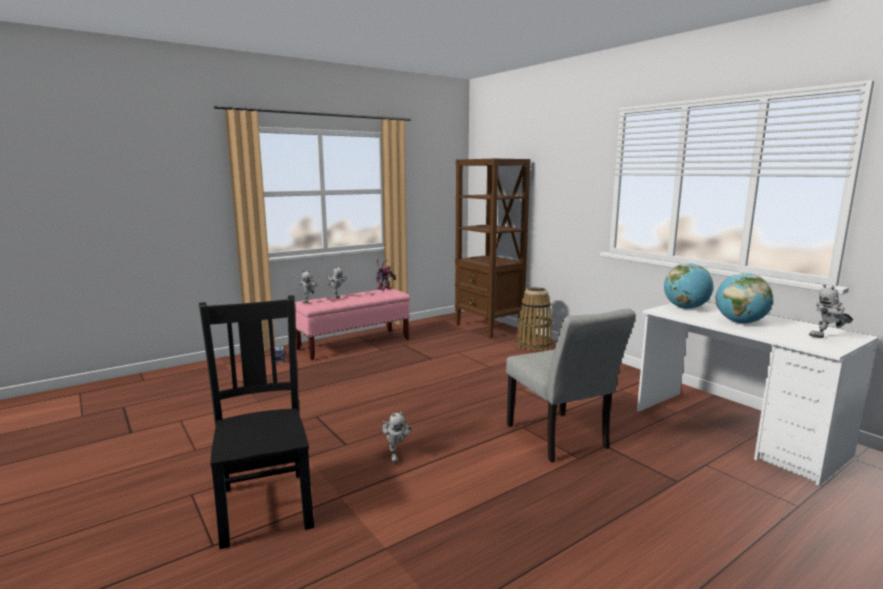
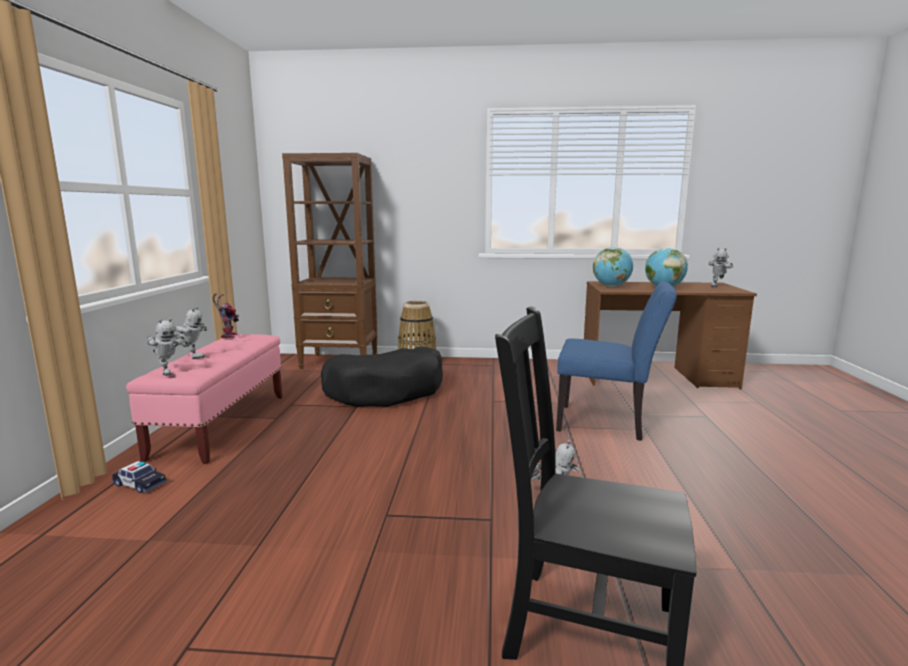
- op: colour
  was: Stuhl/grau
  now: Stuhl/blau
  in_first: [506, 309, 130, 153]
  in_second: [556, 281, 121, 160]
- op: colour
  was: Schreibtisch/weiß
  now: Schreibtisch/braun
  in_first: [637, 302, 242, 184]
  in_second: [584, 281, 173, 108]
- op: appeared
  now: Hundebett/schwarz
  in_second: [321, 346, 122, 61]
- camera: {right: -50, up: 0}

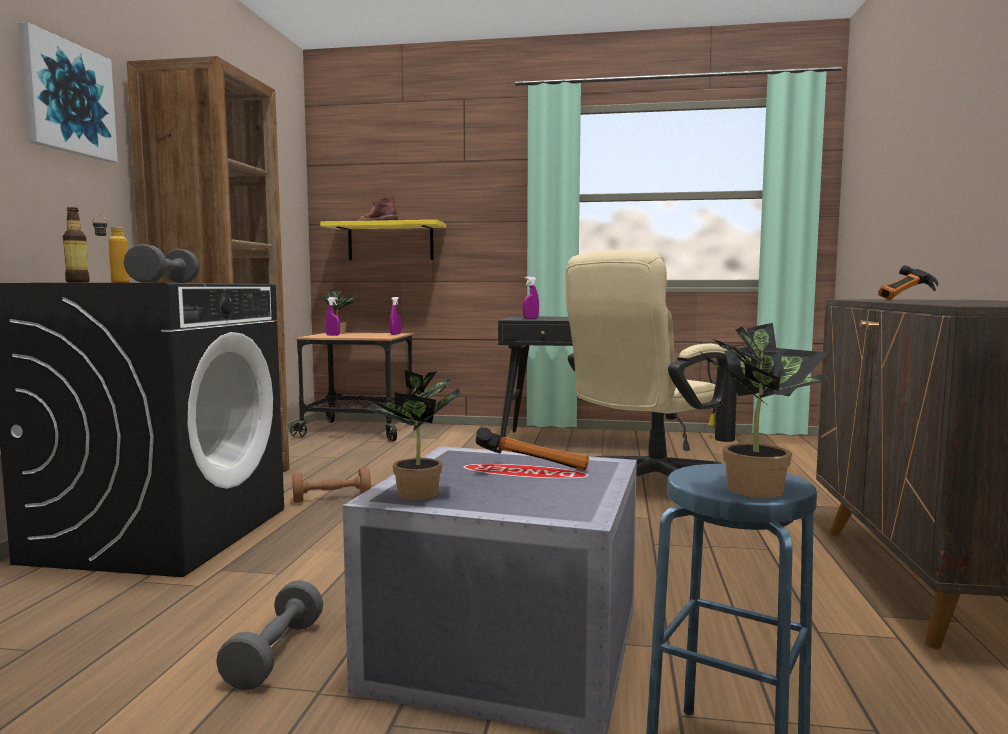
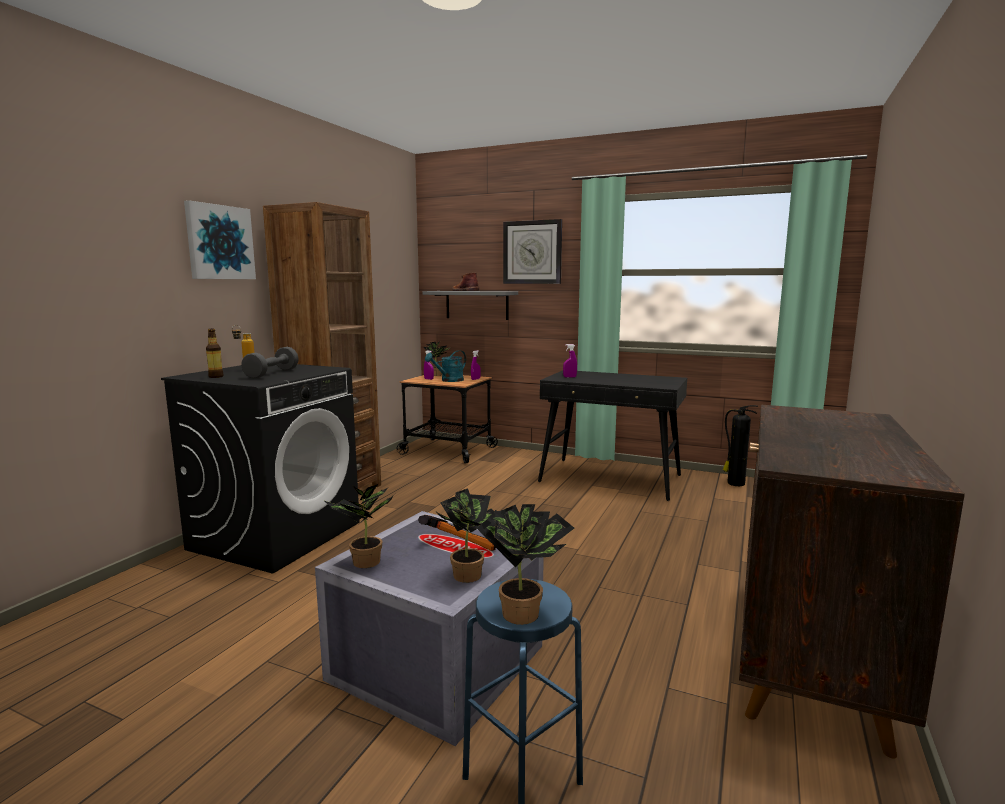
- op: missing
  was: Hantel/grau
  in_first: [216, 580, 107, 110]
- op: missing
  was: Hantel/braun
  in_first: [293, 467, 78, 36]
- op: colour
  was: Wandregal/gelb
  now: Wandregal/grau
  in_first: [320, 220, 126, 40]
  in_second: [423, 291, 95, 29]
- op: missing
  was: Bürostuhl/beige
  in_first: [566, 250, 162, 226]
- op: missing
  was: Hammer
  in_first: [878, 265, 61, 35]
- op: appeared
  now: Gießkanne/türkis
  in_second: [425, 350, 41, 32]
- op: appeared
  now: Topfpflanze
  in_second: [437, 488, 57, 95]
- op: appeared
  now: Wanduhr
  in_second: [503, 219, 59, 65]
- camera: {right: 15, up: 5}

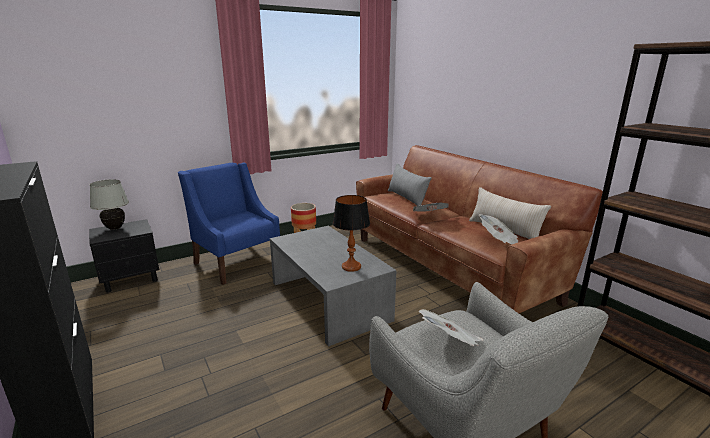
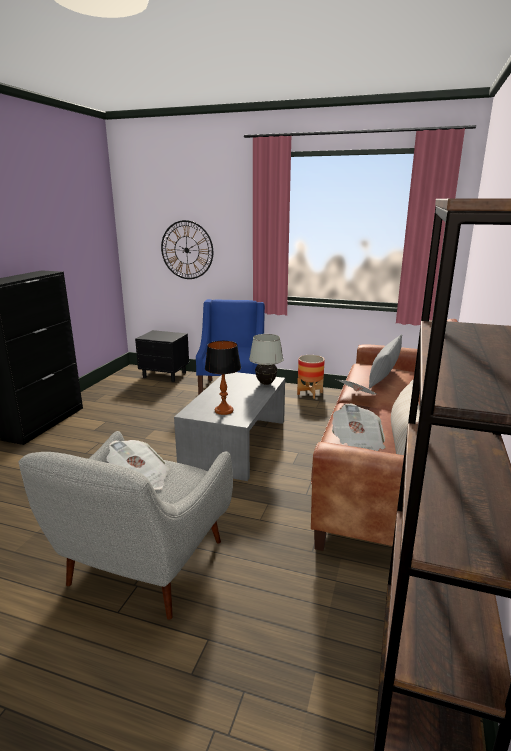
- op: relocated
  was: Tischlampe/weiß
  in_first: [90, 179, 39, 51]
  in_second: [249, 334, 35, 51]
- op: appeared
  now: Wanduhr
  in_second: [161, 220, 52, 59]
- camera: {right: 50, up: 0}

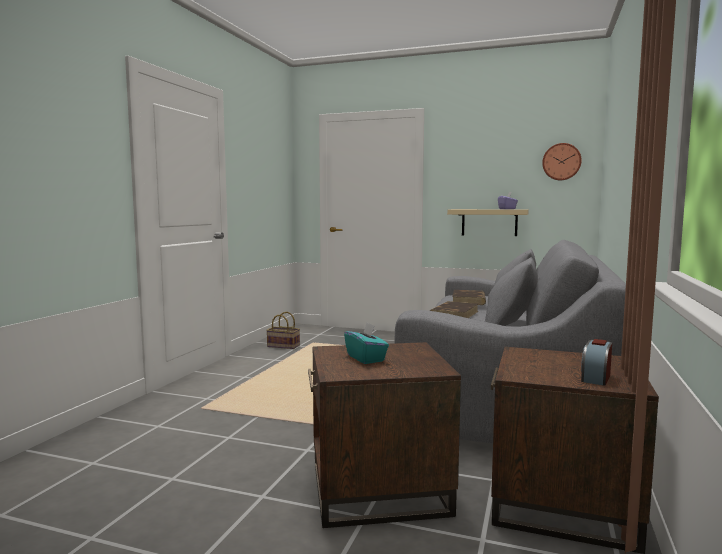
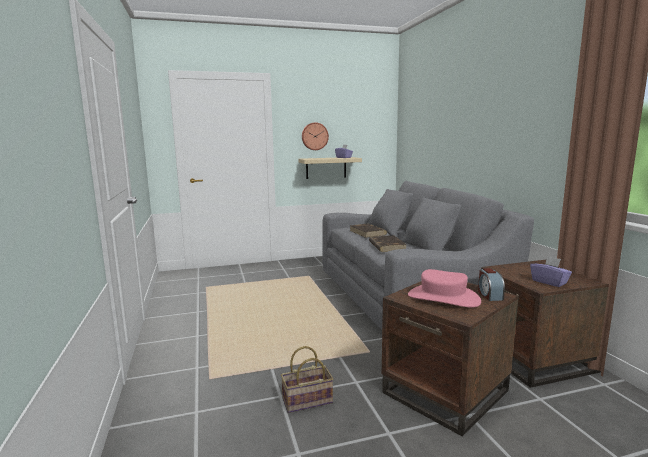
- op: relocated
  was: Korb
  in_first: [266, 312, 34, 37]
  in_second: [281, 346, 53, 67]
- op: exchanged
  was: Taschentuchbox/türkis
  now: Hut/rosa
  in_first: [344, 322, 45, 42]
  in_second: [408, 269, 73, 39]
- op: relocated
  was: Wanduhr
  in_first: [542, 143, 40, 37]
  in_second: [302, 122, 27, 28]
- op: relocated
  was: Wecker
  in_first: [581, 339, 31, 47]
  in_second: [478, 268, 27, 33]
- op: appeared
  now: Taschentuchbox/lila
  in_second: [530, 256, 42, 31]
- camera: {right: -35, up: 5}

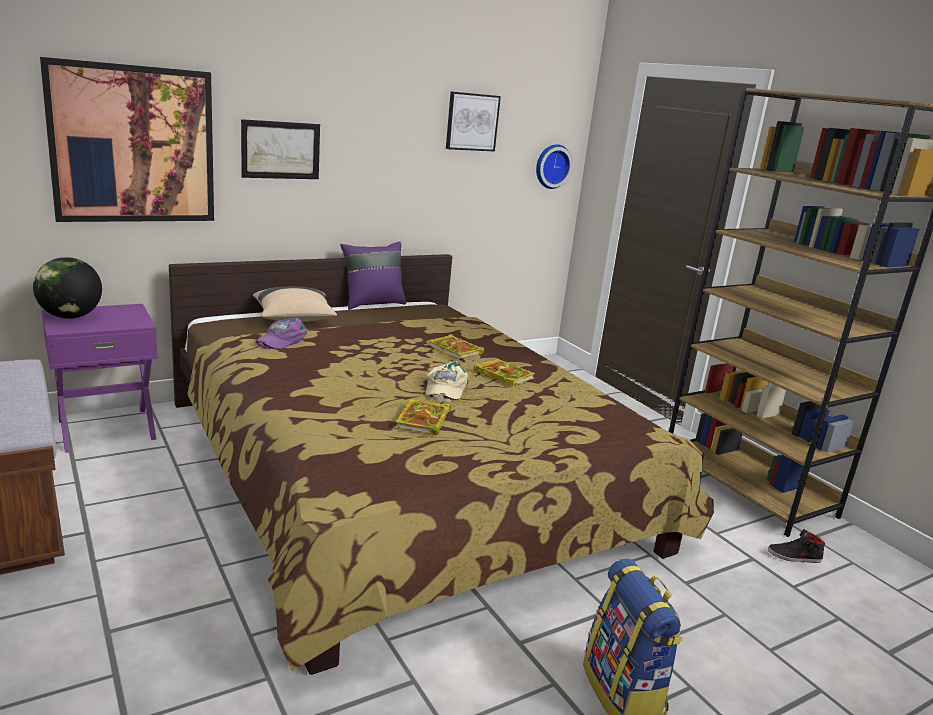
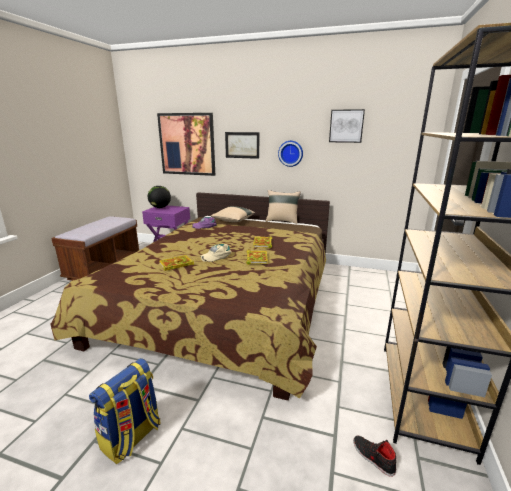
- op: colour
  was: Kissen/lila
  now: Kissen/beige
  in_first: [340, 241, 66, 69]
  in_second: [266, 190, 35, 34]
- op: relocated
  was: Wanduhr
  in_first: [536, 144, 37, 45]
  in_second: [278, 141, 25, 26]
- camera: {right: 50, up: 0}

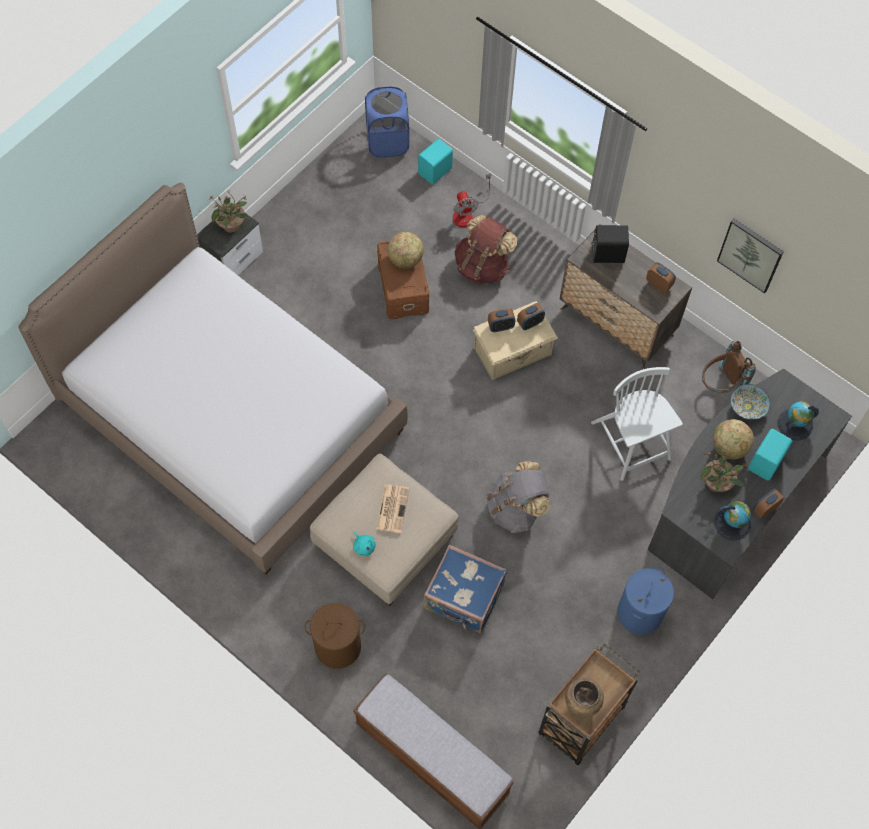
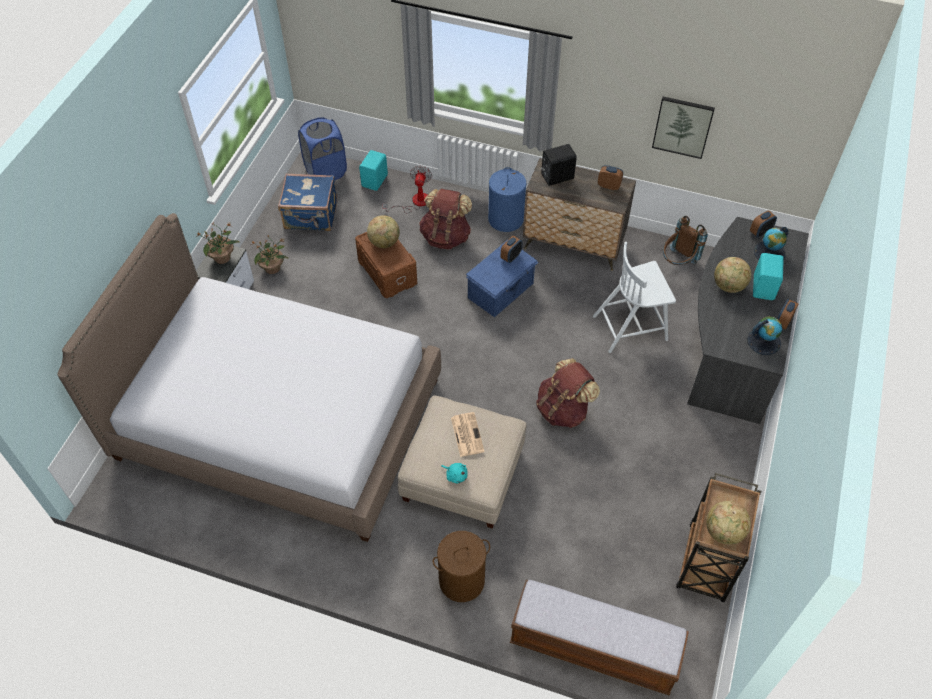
- op: relocated
  was: Koffer/blau
  in_first: [424, 545, 83, 88]
  in_second: [278, 174, 59, 57]
- op: spun
  was: Ventilator
  in_first: [453, 174, 38, 53]
  in_second: [382, 166, 50, 47]
  clockwise: -135
- op: colour
  was: Aufbewahrungsbox/beige
  now: Aufbewahrungsbox/blau
  in_first: [473, 301, 85, 79]
  in_second: [466, 241, 73, 76]
- op: colour
  was: Rucksack/grau
  now: Rucksack/braun
  in_first: [486, 461, 64, 72]
  in_second: [536, 358, 64, 70]
- op: relocated
  was: Wecker
  in_first: [488, 308, 27, 24]
  in_second: [750, 210, 27, 28]
- op: exchanged
  was: Vase/braun
  now: Globus
  in_first: [565, 678, 39, 40]
  in_second: [706, 501, 45, 44]
- op: spun
  was: Stuhl/weiß
  in_first: [591, 367, 92, 114]
  in_second: [593, 242, 83, 111]
  clockwise: -60
- op: relocated
  was: Wäschekorb/blau
  in_first: [617, 565, 57, 70]
  in_second: [488, 167, 38, 65]
- op: relocated
  was: Topfpflanze
  in_first: [701, 451, 47, 41]
  in_second: [251, 235, 38, 39]
- op: missing
  was: Schüssel
  in_first: [731, 384, 39, 35]
- camera: {right: -20, up: -10}

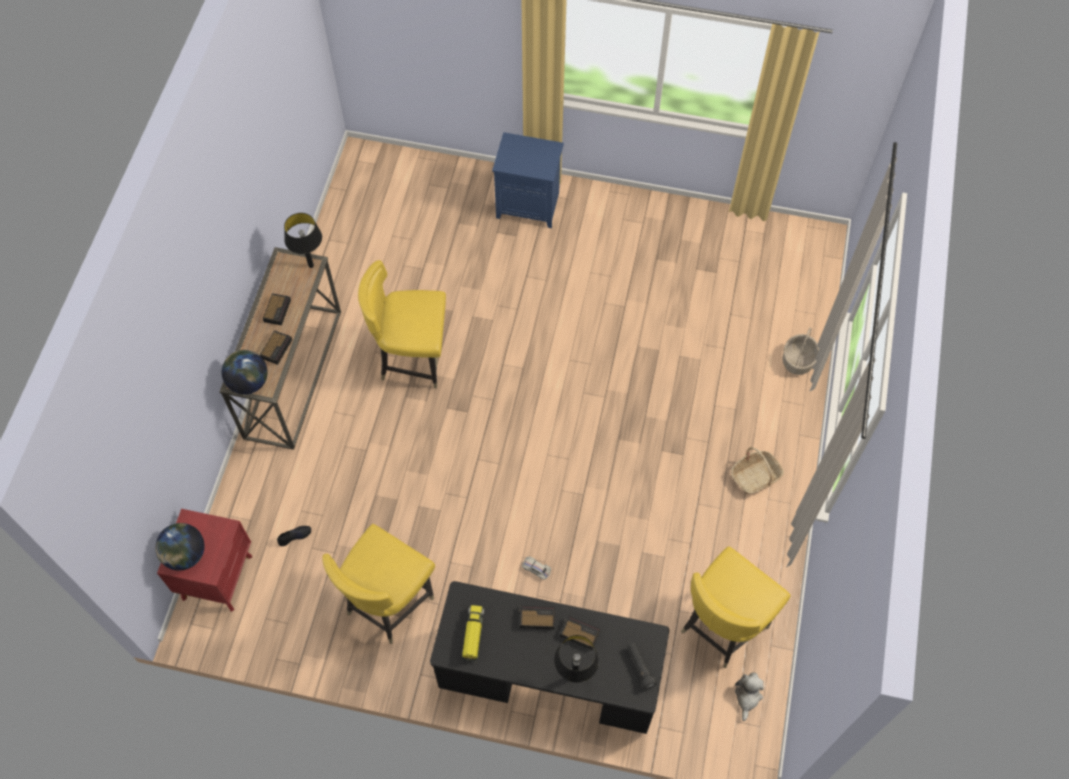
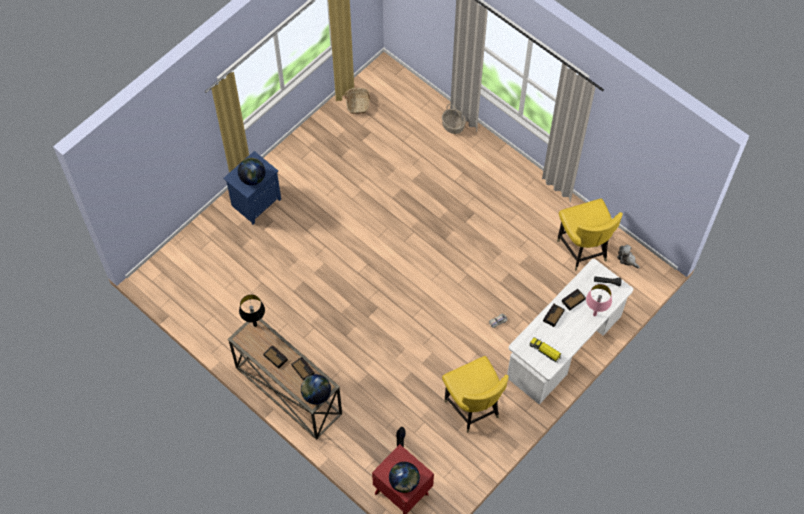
- op: missing
  was: Stuhl/gelb
  in_first: [358, 260, 88, 129]
- op: colour
  was: Schreibtisch/schwarz
  now: Schreibtisch/weiß
  in_first: [430, 581, 239, 153]
  in_second: [507, 259, 126, 146]
- op: colour
  was: Tischlampe/schwarz
  now: Tischlampe/rosa
  in_first: [554, 635, 45, 48]
  in_second: [586, 284, 26, 32]
- op: relocated
  was: Korb
  in_first: [731, 447, 53, 47]
  in_second: [345, 88, 25, 26]
- op: appeared
  now: Globus
  in_second: [238, 158, 27, 27]
- camera: {right: -60, up: 0}

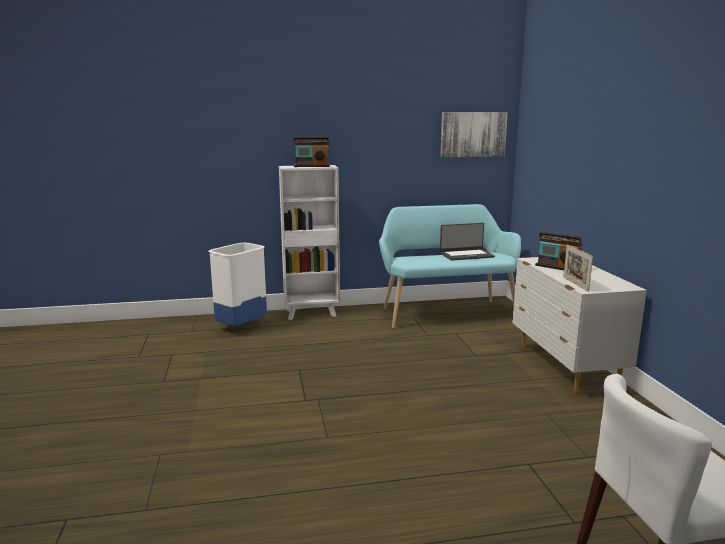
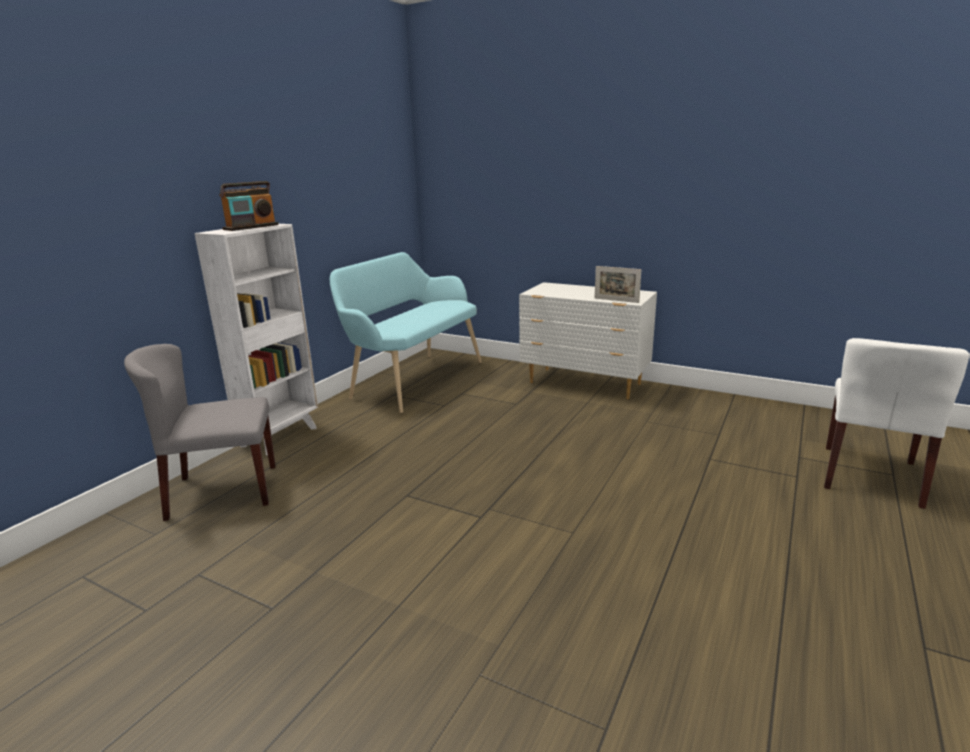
- op: exchanged
  was: Mülleimer/weiß
  now: Stuhl/grau
  in_first: [209, 243, 58, 83]
  in_second: [124, 344, 152, 177]
- op: missing
  was: Bild
  in_first: [440, 112, 68, 46]
- op: missing
  was: Laptop
  in_first: [440, 223, 55, 37]
- op: missing
  was: Radio
  in_first: [535, 232, 48, 38]
- camera: {right: -50, up: 5}

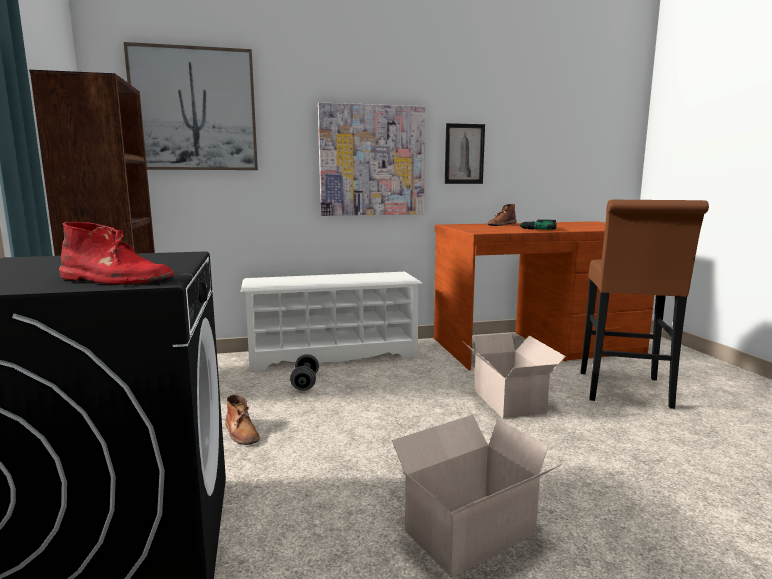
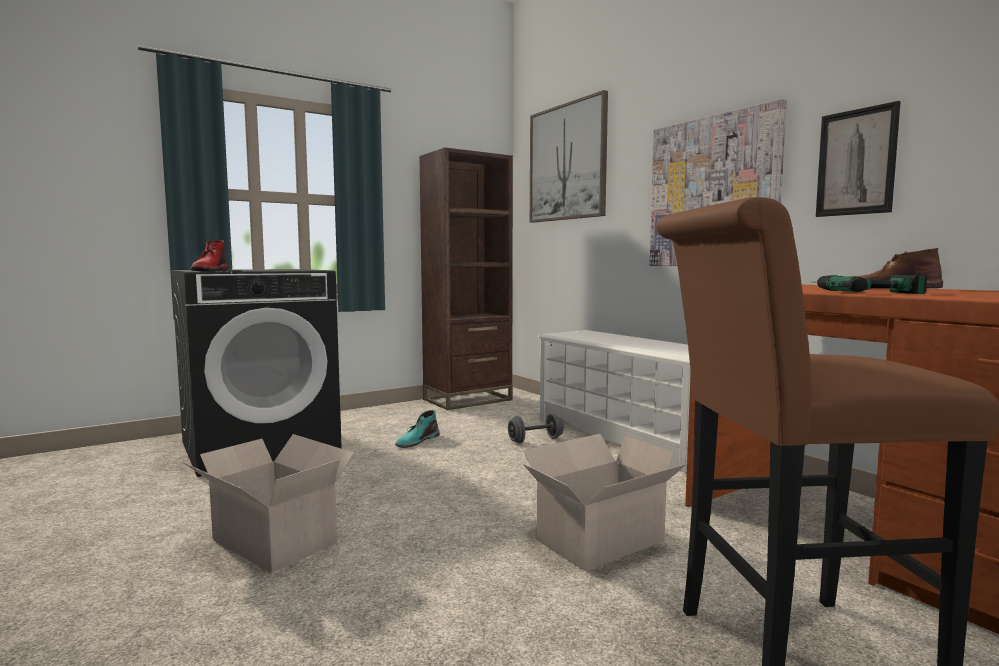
- op: colour
  was: Stiefel/braun
  now: Stiefel/türkis
  in_first: [225, 395, 35, 50]
  in_second: [395, 410, 44, 38]
- camera: {right: 70, up: -5}

